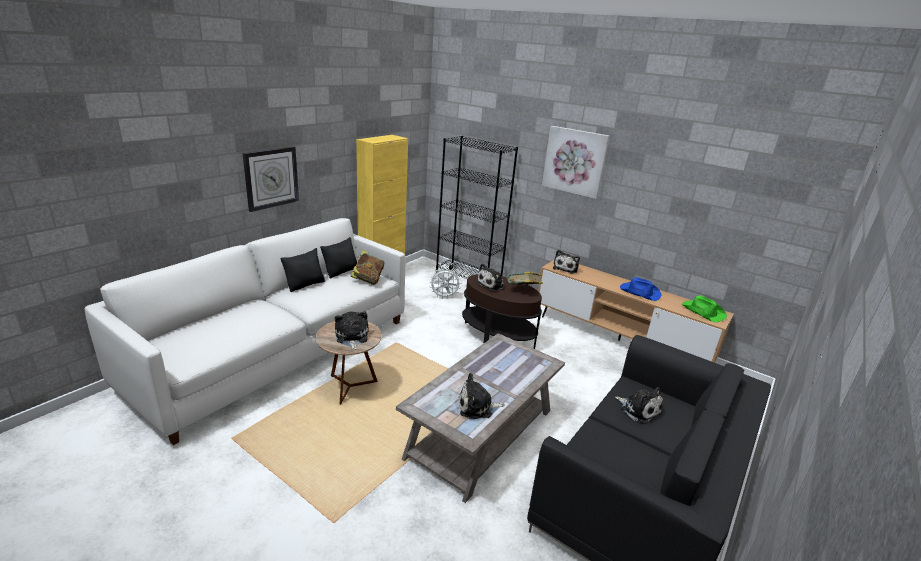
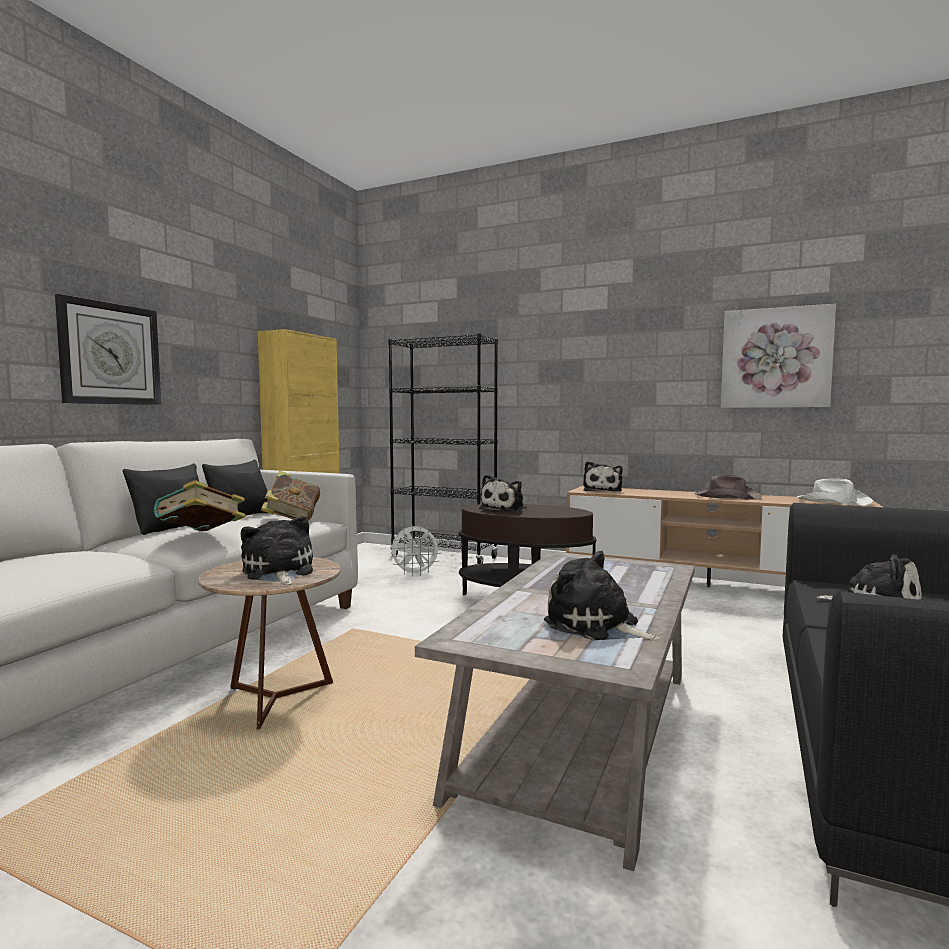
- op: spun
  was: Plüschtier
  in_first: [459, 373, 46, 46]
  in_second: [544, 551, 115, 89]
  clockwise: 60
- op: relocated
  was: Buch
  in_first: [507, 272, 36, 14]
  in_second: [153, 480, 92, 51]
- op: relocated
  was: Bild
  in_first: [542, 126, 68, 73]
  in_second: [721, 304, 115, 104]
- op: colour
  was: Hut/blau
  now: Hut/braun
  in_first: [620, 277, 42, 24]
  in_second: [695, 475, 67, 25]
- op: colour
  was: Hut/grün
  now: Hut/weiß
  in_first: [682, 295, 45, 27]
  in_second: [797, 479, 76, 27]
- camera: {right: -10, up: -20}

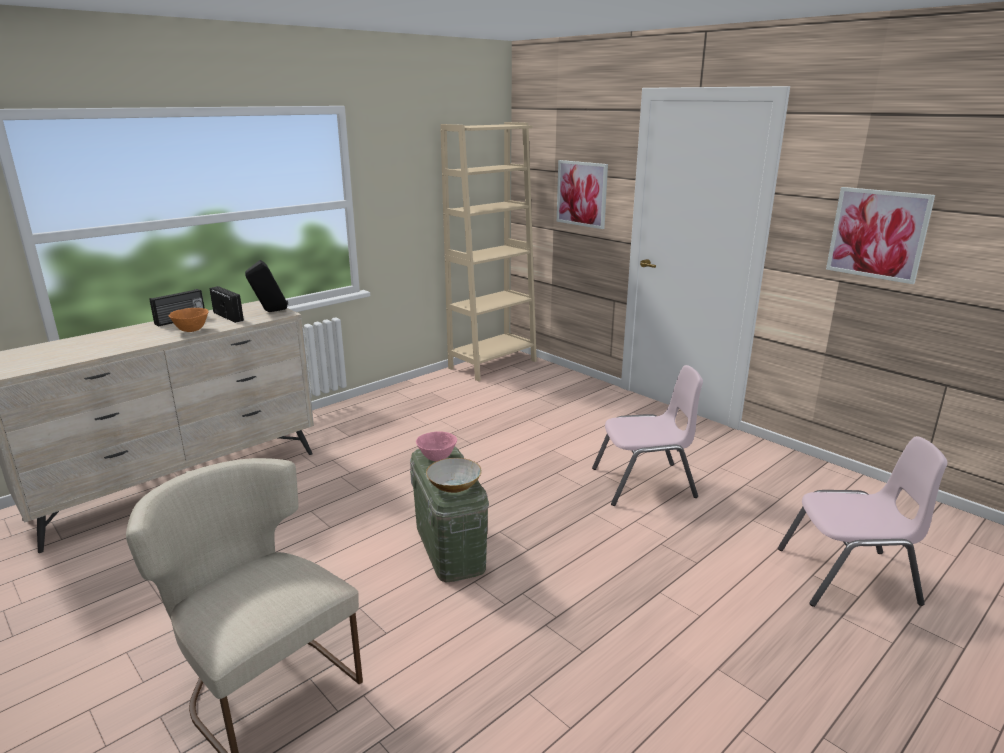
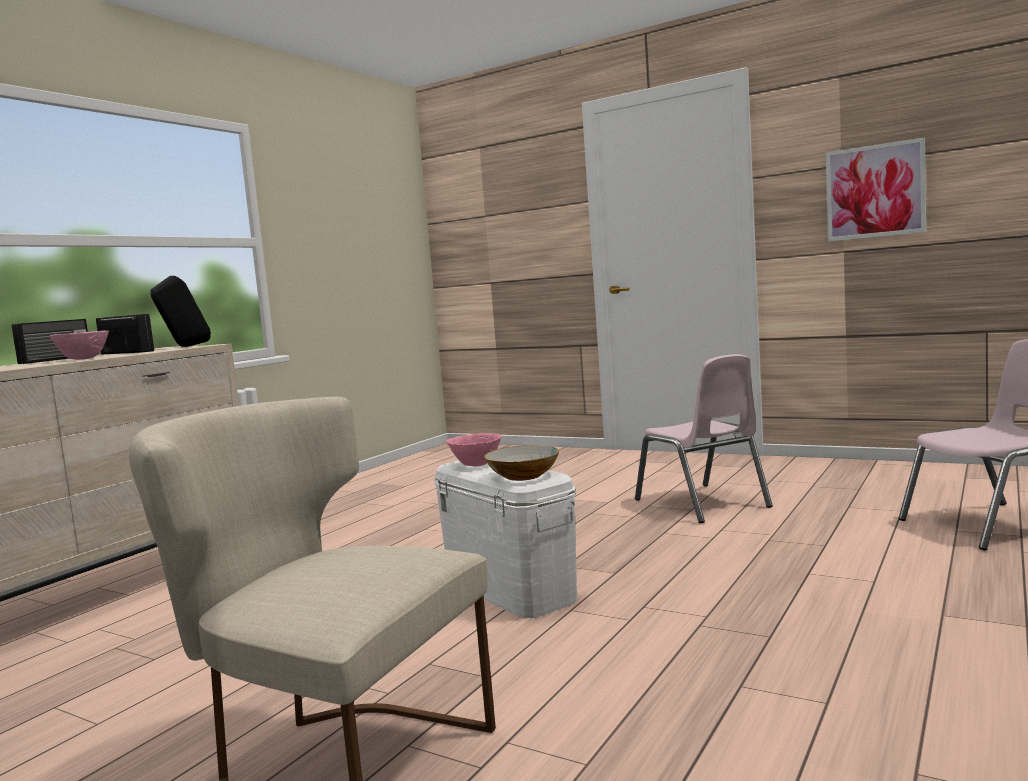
- op: colour
  was: Schüssel/orange
  now: Schüssel/rosa
  in_first: [168, 308, 41, 24]
  in_second: [50, 331, 59, 29]
- op: colour
  was: Aufbewahrungsbox/grün
  now: Aufbewahrungsbox/weiß
  in_first: [410, 446, 79, 136]
  in_second: [434, 461, 143, 157]
- op: missing
  was: Bücherregal/beige
  in_first: [440, 122, 97, 260]
- op: missing
  was: Bild
  in_first: [557, 160, 51, 69]
- op: spun
  was: Stuhl/rosa
  in_first: [592, 365, 111, 141]
  in_second: [635, 354, 138, 169]
  clockwise: 90
- camera: {right: -15, up: -15}

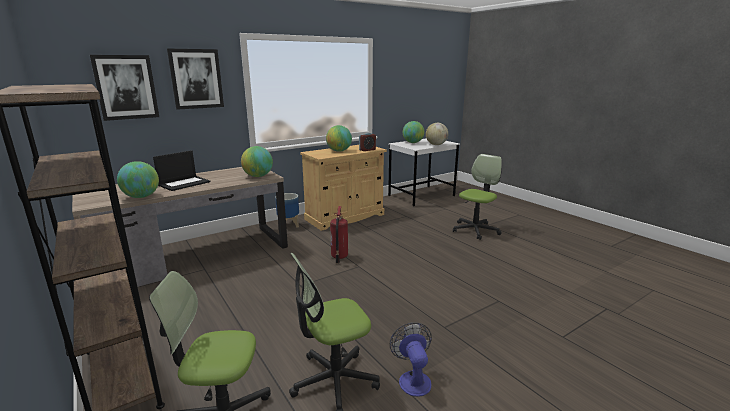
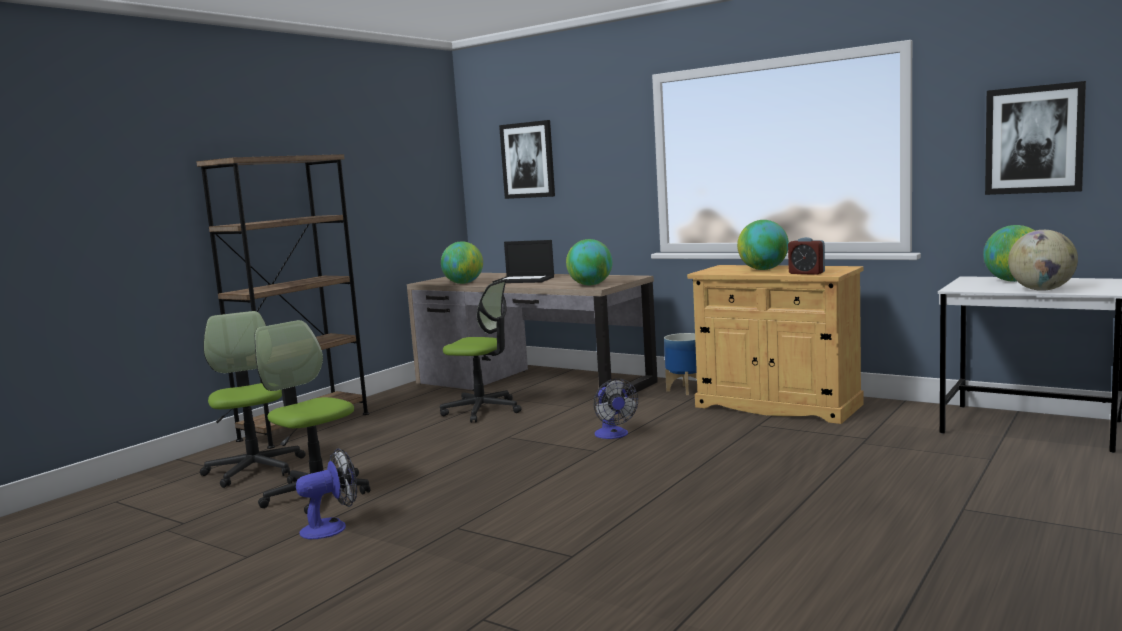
- op: relocated
  was: Bild
  in_first: [167, 49, 57, 61]
  in_second: [985, 81, 101, 114]
- op: exchanged
  was: Feuerlöscher
  now: Ventilator
  in_first: [330, 206, 18, 57]
  in_second: [594, 379, 44, 60]
- op: relocated
  was: Bürostuhl
  in_first: [453, 154, 49, 86]
  in_second: [440, 279, 82, 144]
- camera: {right: 70, up: -10}

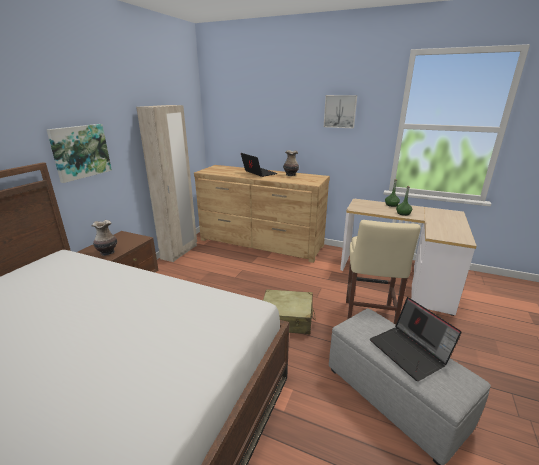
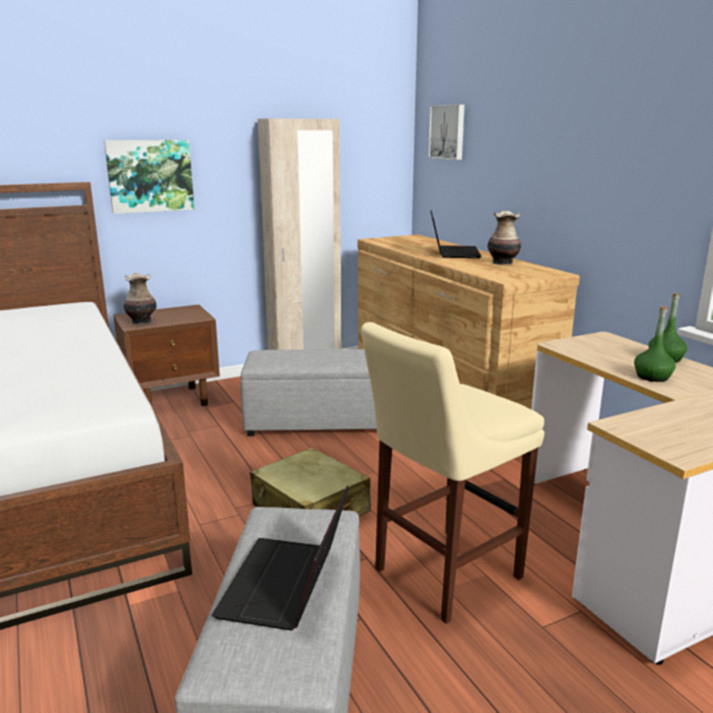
- op: relocated
  was: Bild
  in_first: [324, 95, 33, 33]
  in_second: [428, 104, 37, 56]
- op: appeared
  now: Polsterhocker/grau
  in_second: [241, 349, 136, 87]
- camera: {right: 40, up: -5}

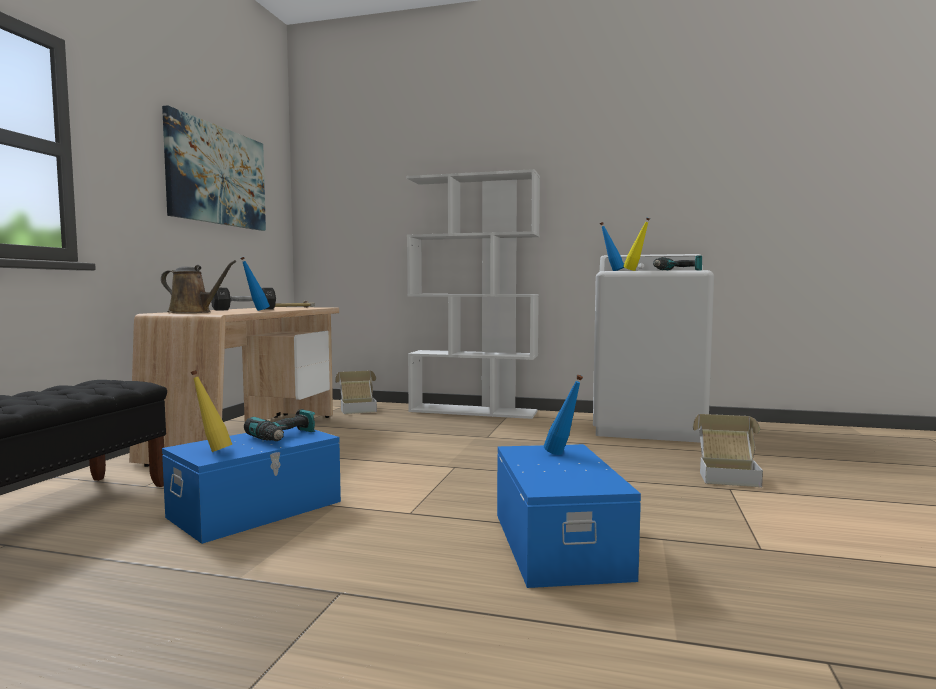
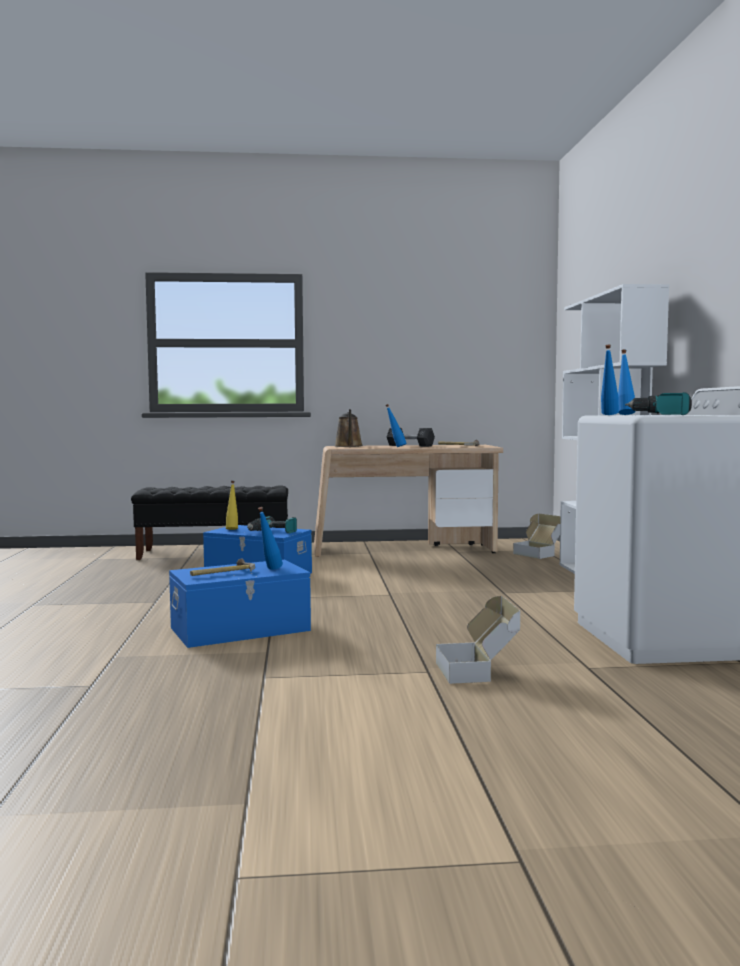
- op: missing
  was: Bild
  in_first: [162, 105, 104, 126]
- op: colour
  was: Flasche/gelb
  now: Flasche/blau
  in_first: [623, 217, 27, 54]
  in_second: [601, 345, 18, 70]
- op: appeared
  now: Hammer
  in_second: [190, 559, 65, 17]
- camera: {right: 70, up: 0}

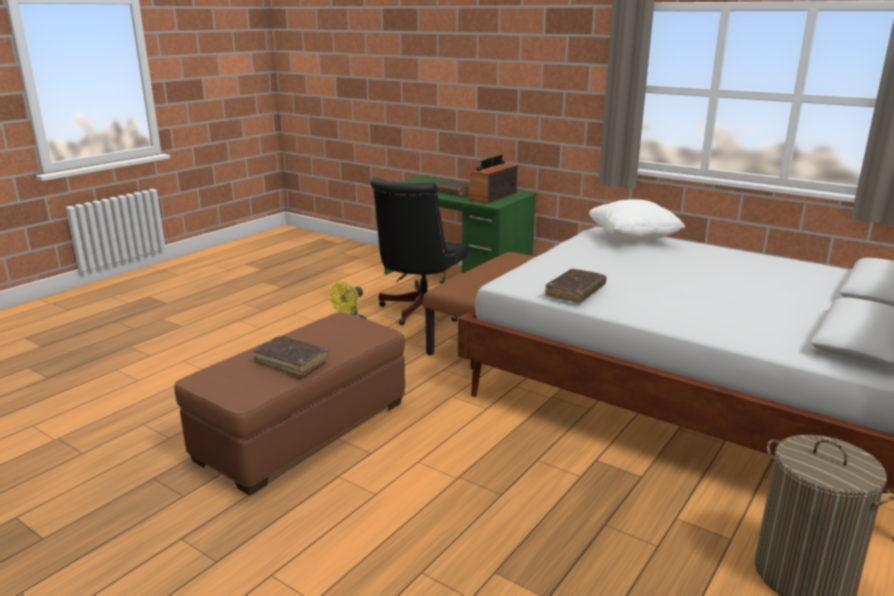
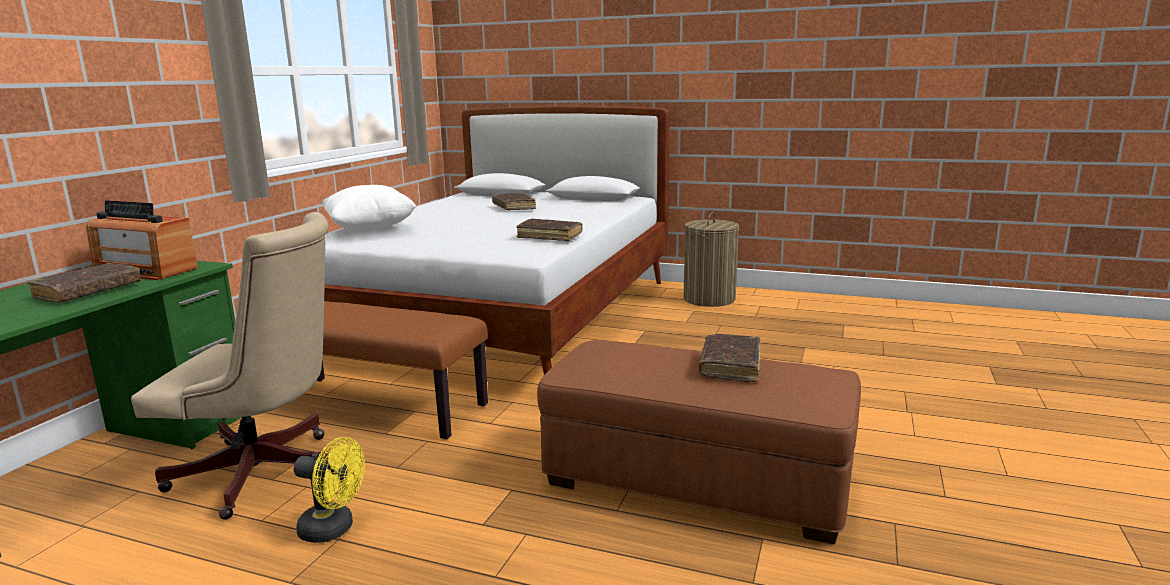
- op: colour
  was: Bürostuhl/schwarz
  now: Bürostuhl/beige
  in_first: [371, 177, 97, 148]
  in_second: [131, 212, 198, 308]
- op: appeared
  now: Buch/braun
  in_second: [492, 193, 44, 17]
- camera: {right: -105, up: -5}

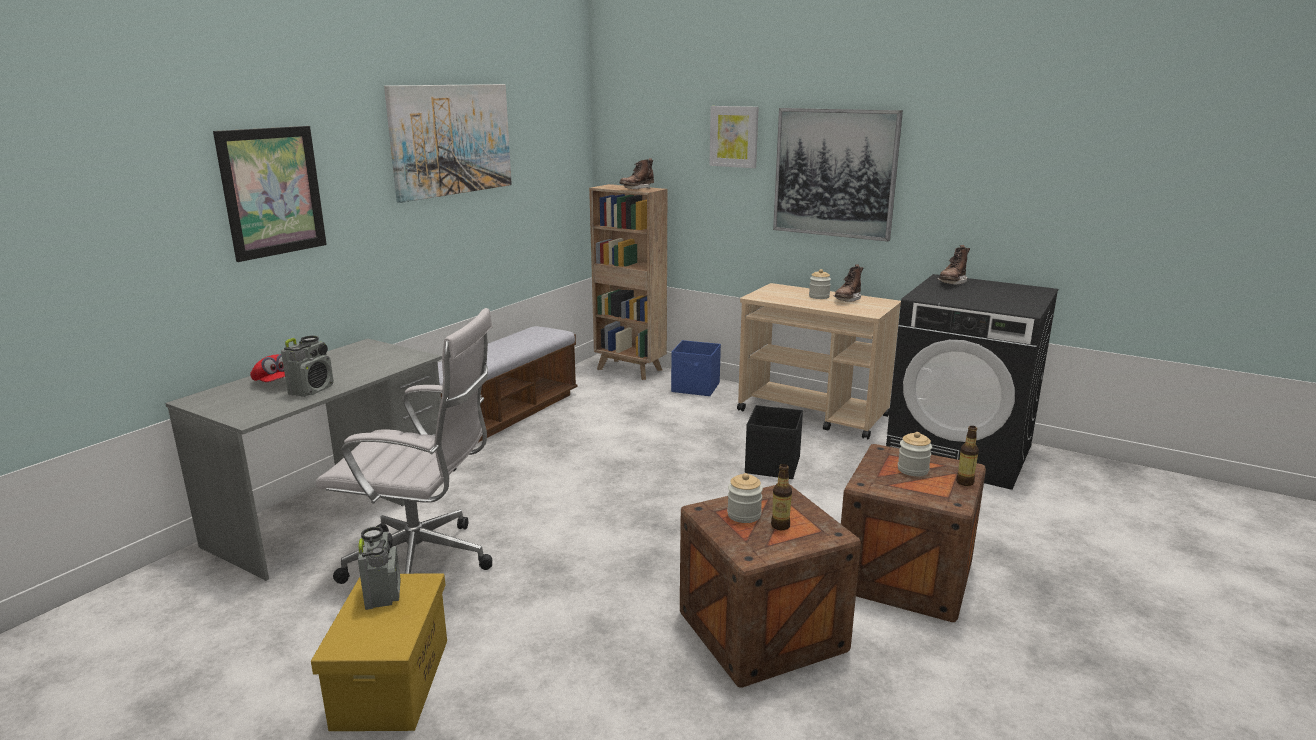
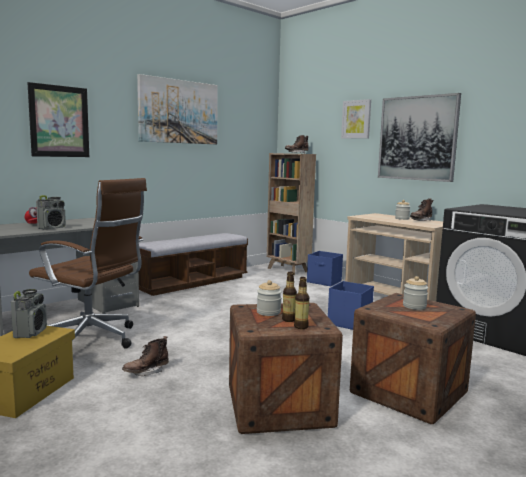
- op: colour
  was: Bürostuhl/weiß
  now: Bürostuhl/braun
  in_first: [316, 308, 176, 276]
  in_second: [29, 178, 118, 171]
- op: colour
  was: Aufbewahrungsbox/schwarz
  now: Aufbewahrungsbox/blau
  in_first: [745, 405, 58, 74]
  in_second: [328, 281, 46, 49]
- op: relocated
  was: Stiefel/braun
  in_first: [937, 245, 33, 40]
  in_second: [122, 336, 47, 40]
- op: relocated
  was: Flasche
  in_first: [956, 426, 23, 60]
  in_second: [294, 277, 15, 52]
- camera: {right: 15, up: -10}

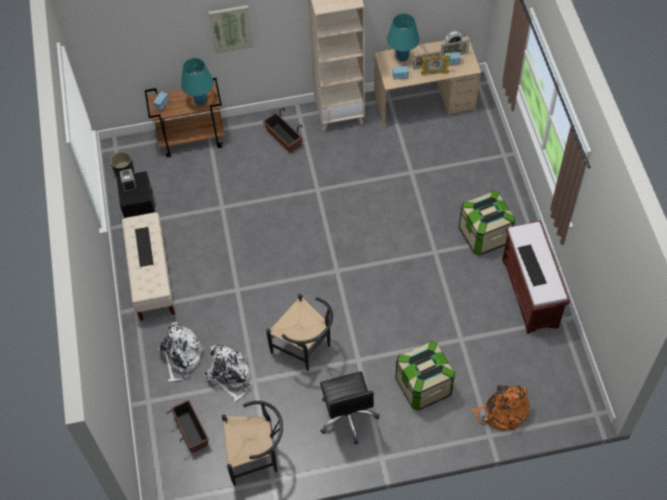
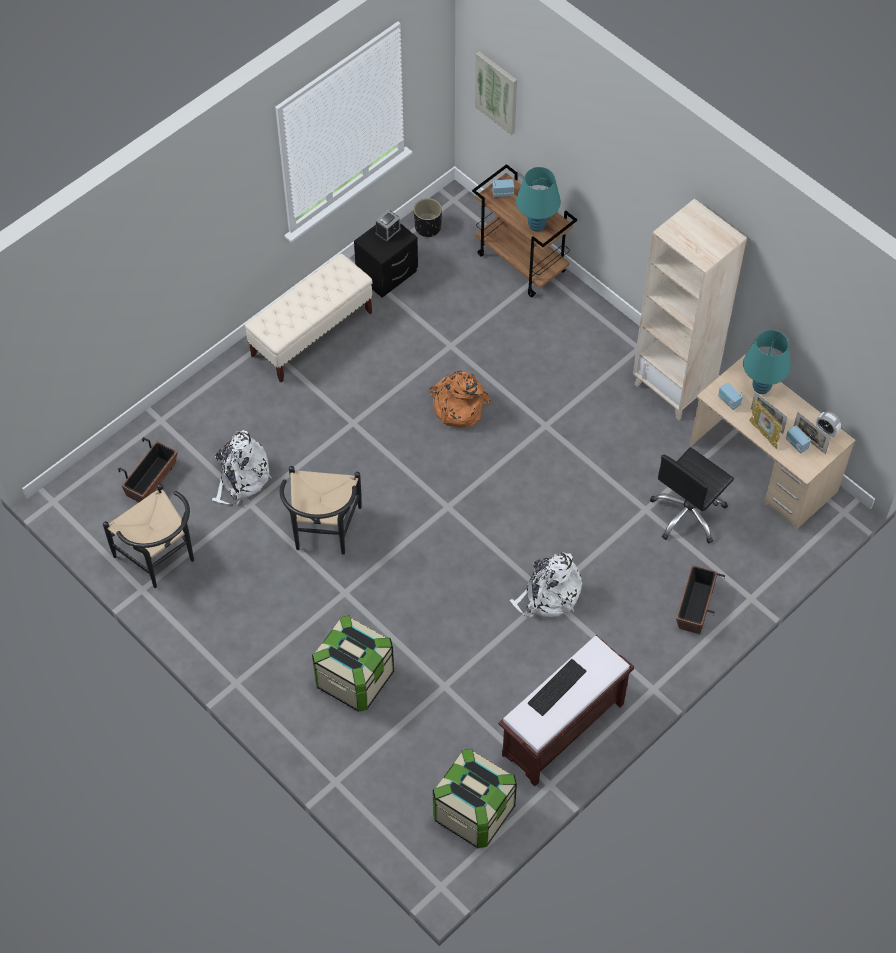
- op: missing
  was: Tastatur
  in_first: [135, 227, 18, 40]
- op: relocated
  was: Rucksack/weiß
  in_first: [158, 322, 47, 59]
  in_second: [510, 552, 72, 66]
- op: relocated
  was: Bild
  in_first: [208, 5, 45, 49]
  in_second: [475, 51, 42, 84]
- op: relocated
  was: Pflanzkübel
  in_first: [263, 108, 39, 45]
  in_second: [676, 565, 49, 69]
- op: relocated
  was: Bürostuhl/schwarz
  in_first: [320, 371, 59, 73]
  in_second: [650, 447, 84, 96]
- op: relocated
  was: Aufbewahrungsbox
  in_first: [459, 191, 57, 64]
  in_second: [433, 749, 84, 99]
- op: relocated
  was: Rucksack/orange
  in_first: [473, 385, 56, 46]
  in_second: [429, 371, 62, 57]
- camera: {right: 55, up: 0}

